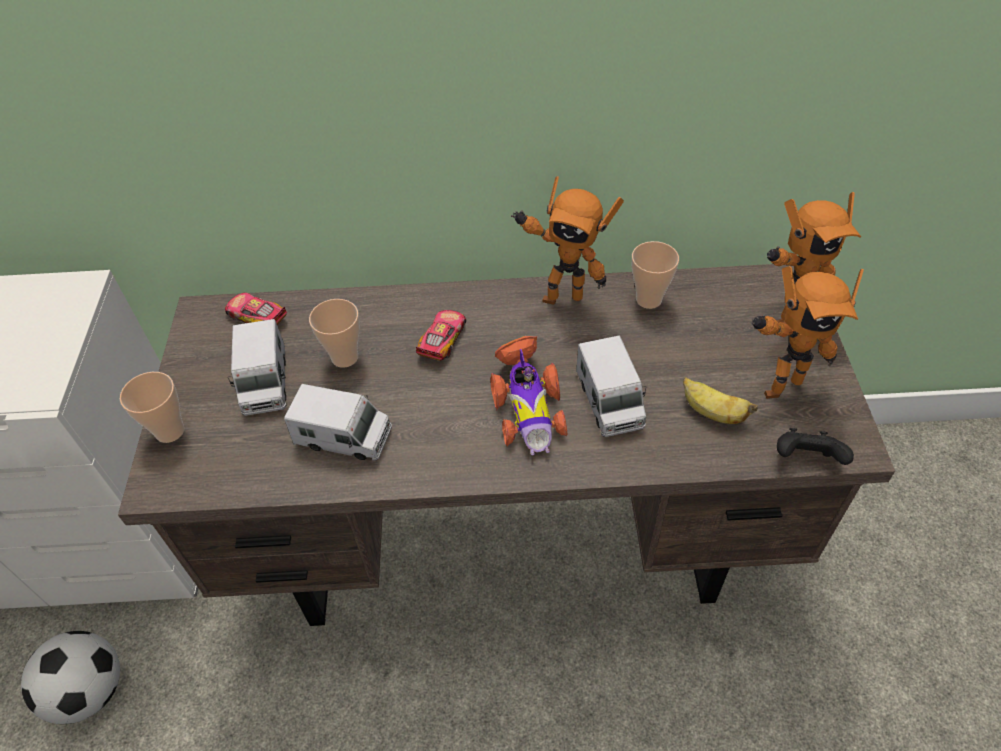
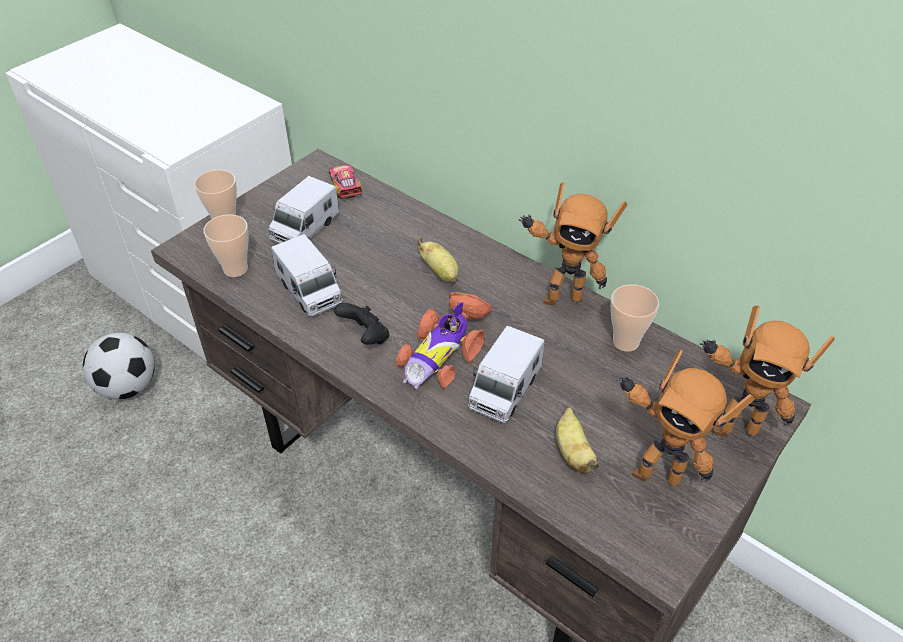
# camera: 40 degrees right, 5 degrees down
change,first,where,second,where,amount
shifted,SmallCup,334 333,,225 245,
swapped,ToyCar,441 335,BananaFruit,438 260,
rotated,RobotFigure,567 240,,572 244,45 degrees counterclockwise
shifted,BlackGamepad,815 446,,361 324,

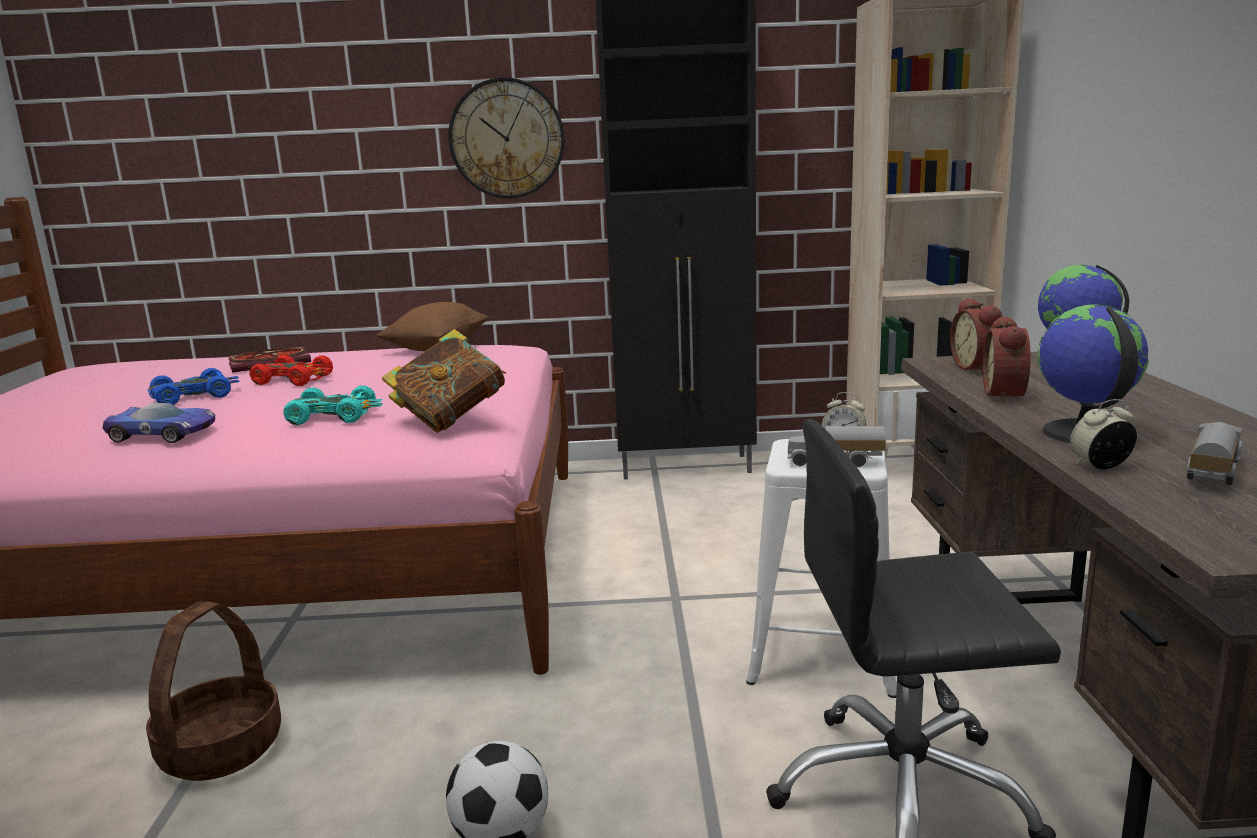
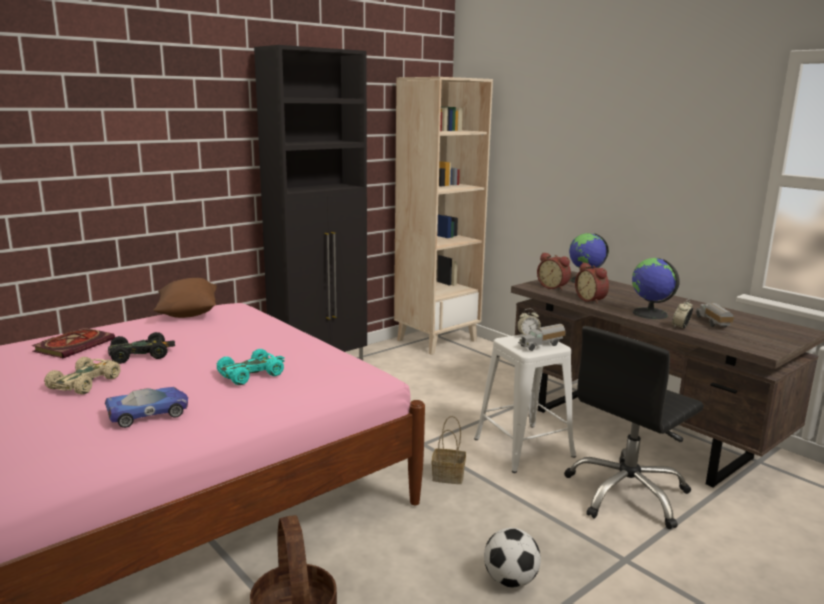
# camera: 40 degrees left, 0 degrees up
change,first,where,second,where,amount
repainted,BlueToyCar,194 386,BeigeColouredToyCar,82 376,
repainted,ReddishToyCar,291 370,BlackToyCar,141 348,
gone,BoundBook,444 381,,,
gone,ClockOnTheWall,506 137,,,
new,,,StorageBasket,449 450,

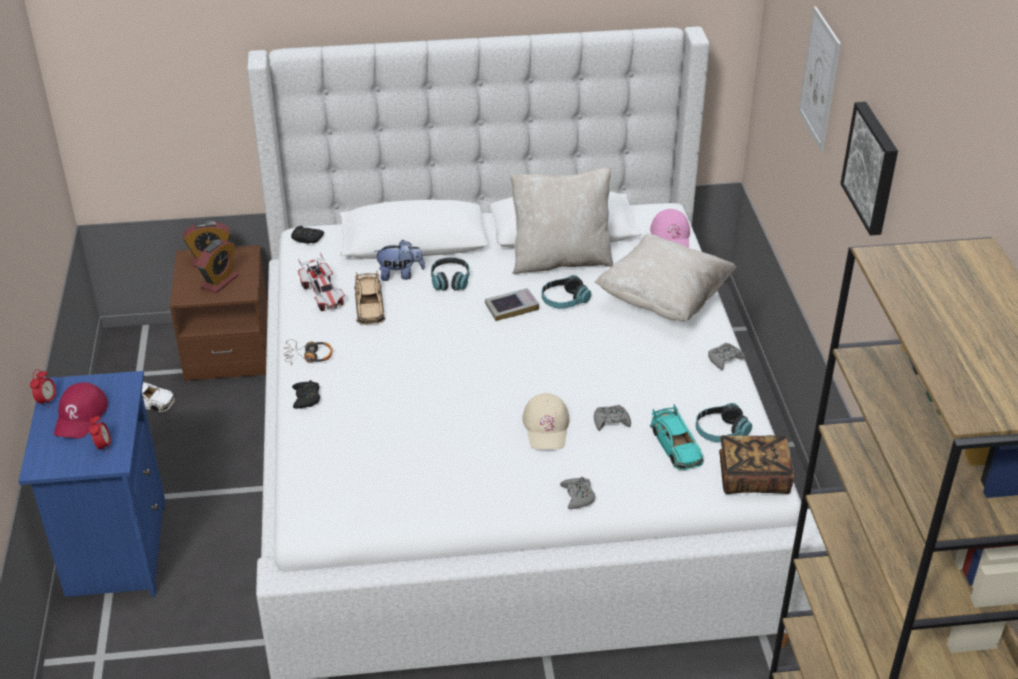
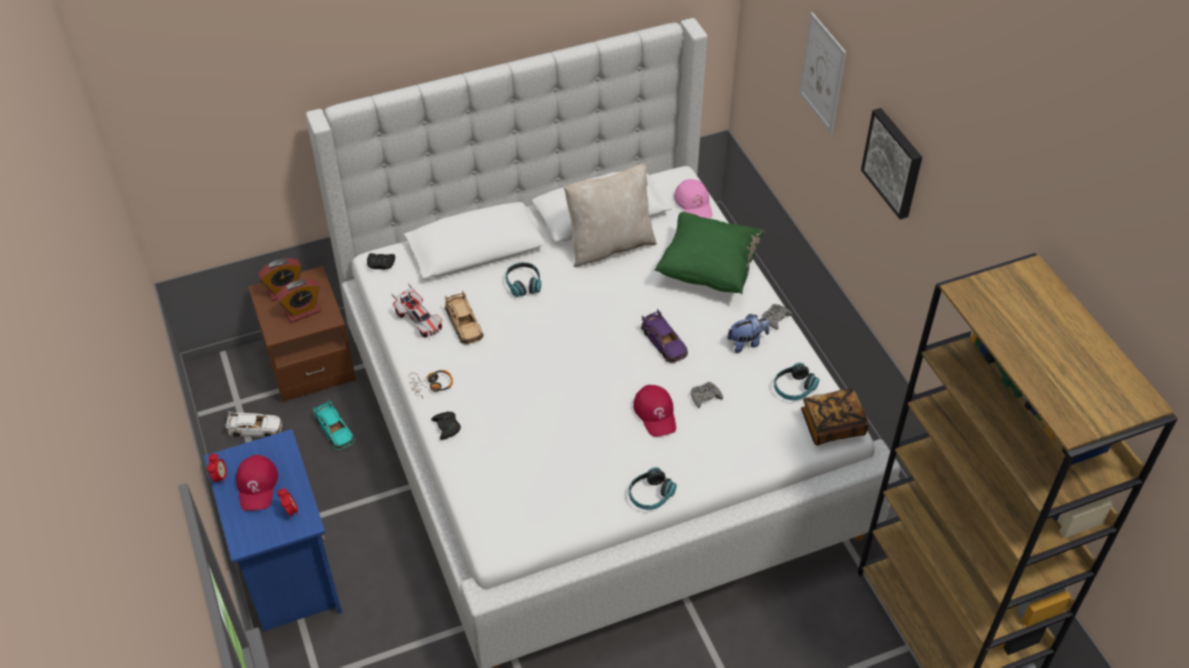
# camera: 15 degrees left, 10 degrees up
change,first,where,second,where,amount
rotated,AlarmClock,217 266,,298 301,45 degrees clockwise
shifted,SoftToy,400 260,,748 333,
gone,BoundBook,512 304,,,
repainted,BeigeColouredCap,546 421,ReddishCap,654 411,
shifted,Headphones,566 291,,653 488,
gone,GrayGamepad,577 493,,,
repainted,BeigeColouredPillow,665 278,GreenishPillow,709 253,
shifted,TurquoiseToyCar,677 437,,334 424,
new,,,PurplishToyCar,664 336,

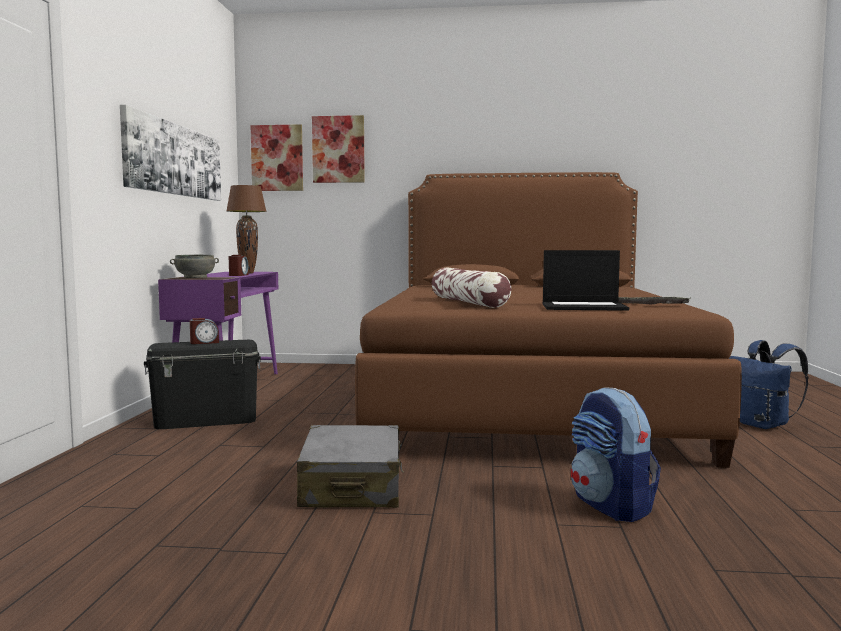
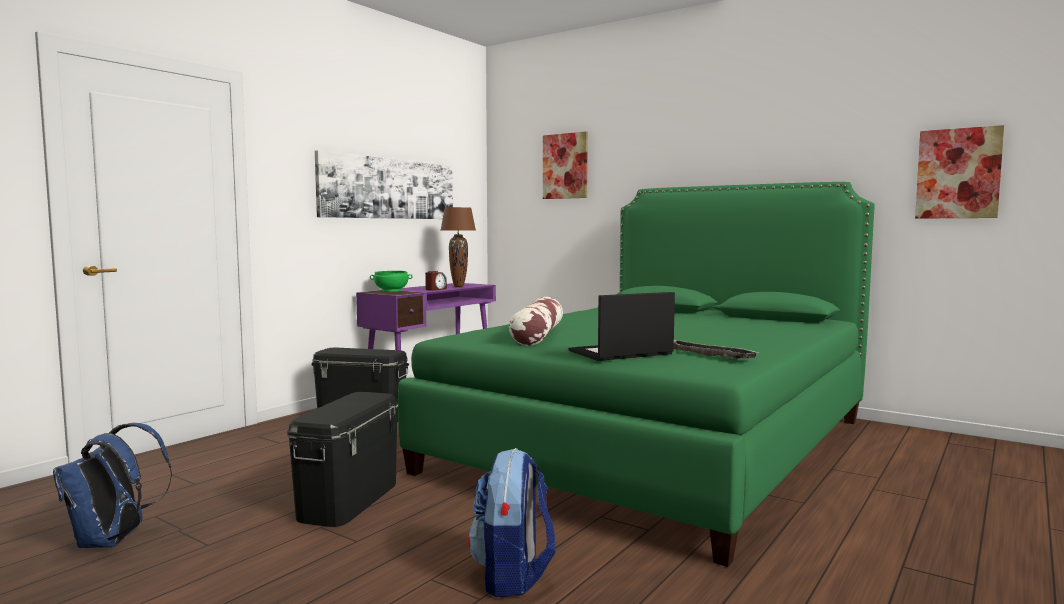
# camera: 30 degrees right, 0 degrees up
change,first,where,second,where,amount
repainted,GrayServingBowl,194 266,GreenishServingBowl,391 281,
gone,AlarmClock,204 331,,,
shifted,WallPicture,277 157,,959 172,
swapped,GrayPieceOfLuggage,350 466,BlackStorageBox,342 459,
repainted,BrownishBed,548 320,GreenishBed,636 374,
rotated,Laptop,585 280,,622 326,120 degrees clockwise
shifted,BlueRucksack,769 384,,112 485,

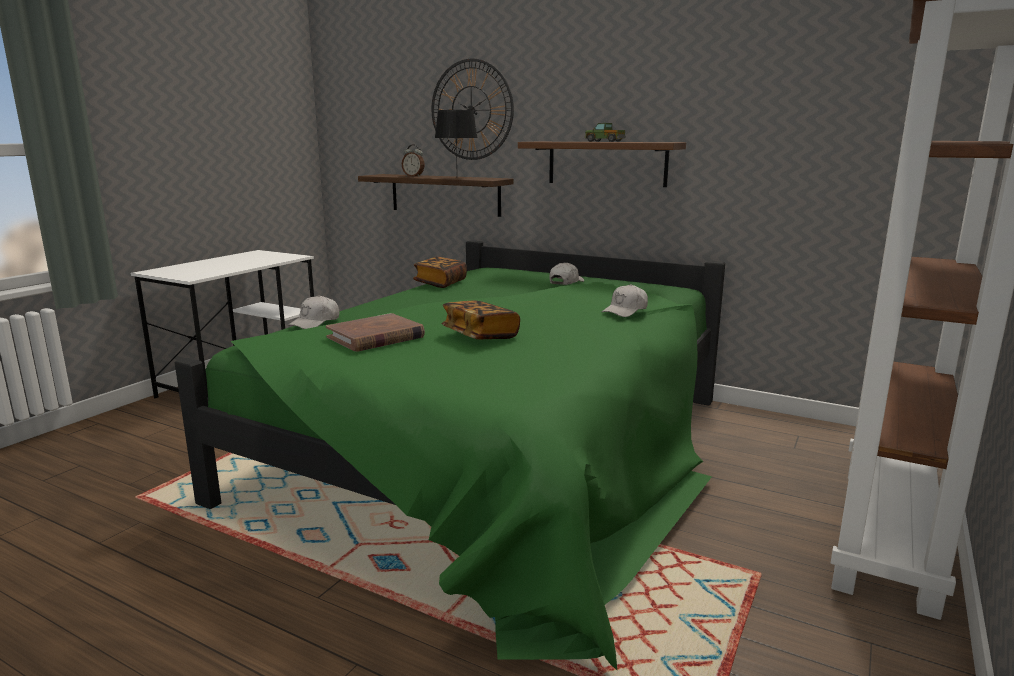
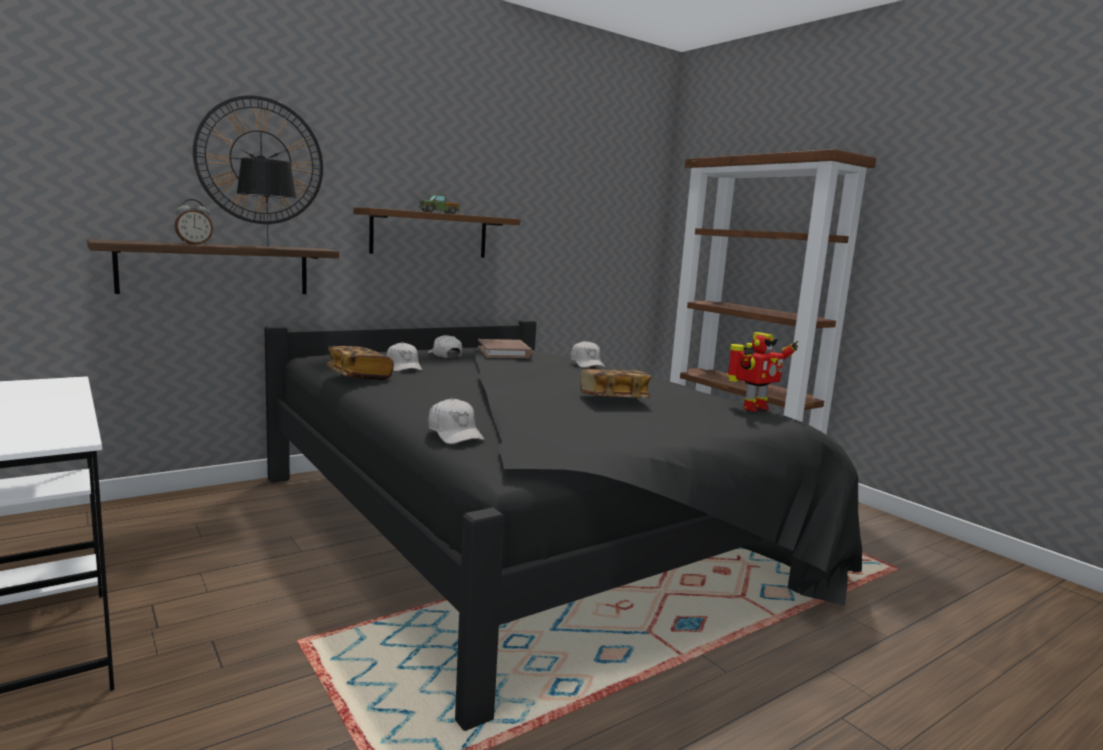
# camera: 65 degrees left, 5 degrees down
change,first,where,second,where,amount
repainted,GreenishBed,450 455,BlackBed,563 525,
shifted,BrownishBoundBook,375 332,,505 348,
new,,,WhiteColouredCap,404 357,
new,,,RobotFigure,763 372,

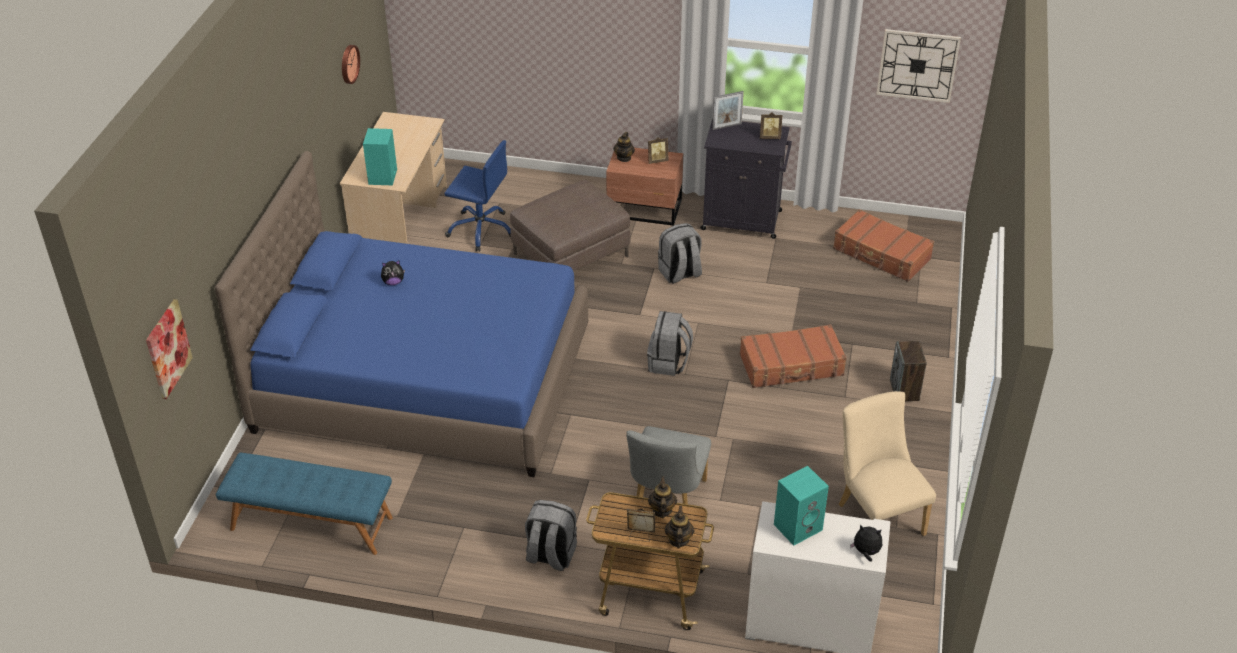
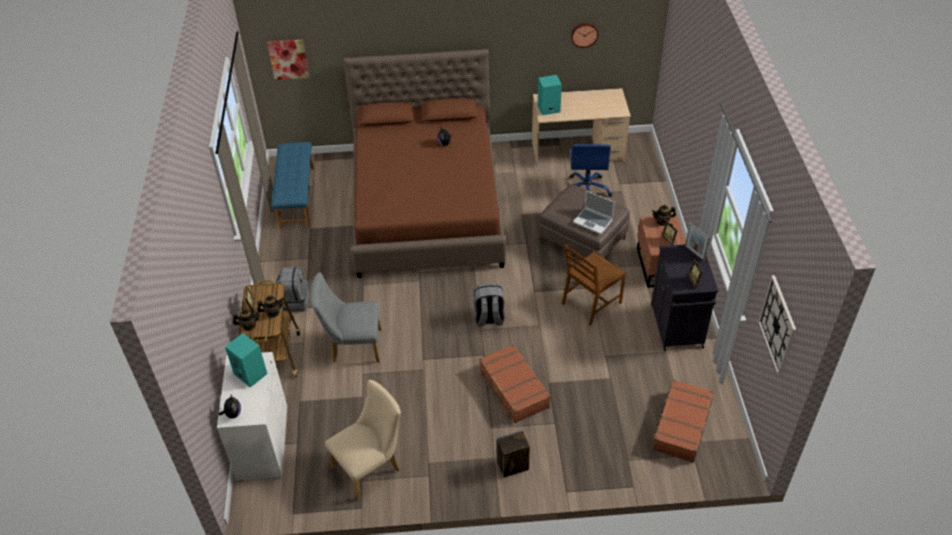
# camera: 75 degrees right, 5 degrees up
change,first,where,second,where,amount
repainted,BlueBed,401 314,BrownishBed,424 163,
swapped,GrayRucksack,680 253,BrownishUprightChair,594 285,
new,,,Laptop,594 212,

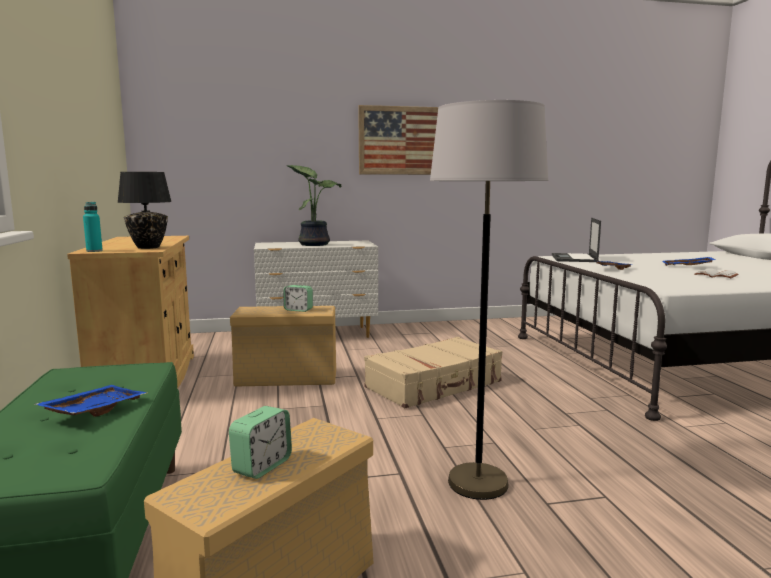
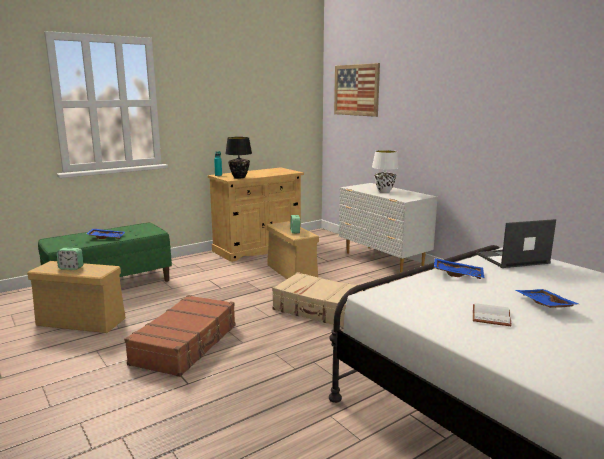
# camera: 65 degrees right, 5 degrees up
change,first,where,second,where,amount
swapped,Houseplant,314 205,WhiteColouredTabletopLamp,385 171,
shifted,WallPicture,398 140,,357 90,
swapped,GrayFloorLamp,489 300,BrownishPieceOfLuggage,179 336,

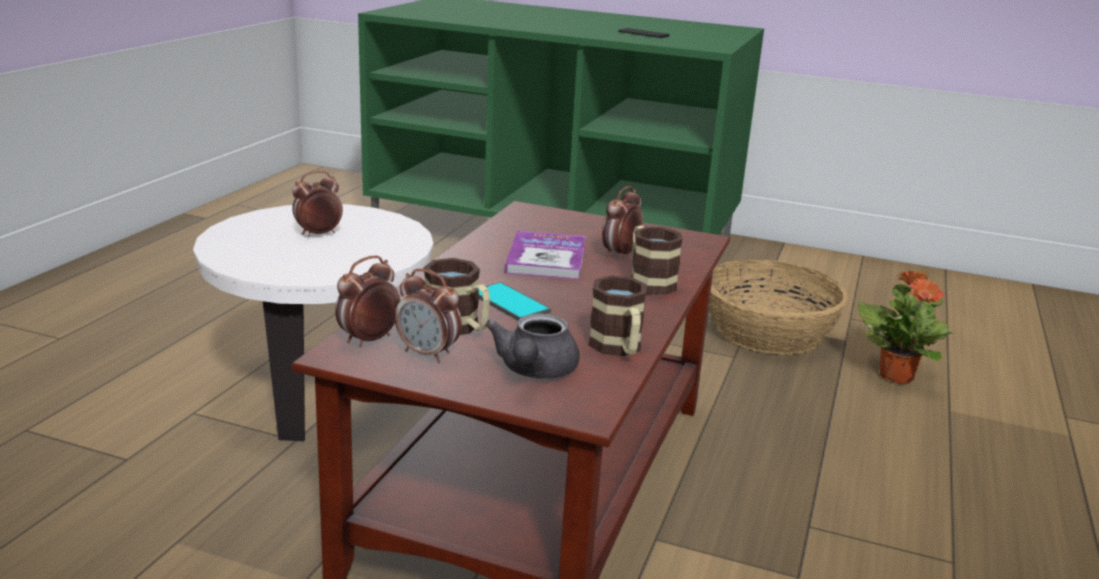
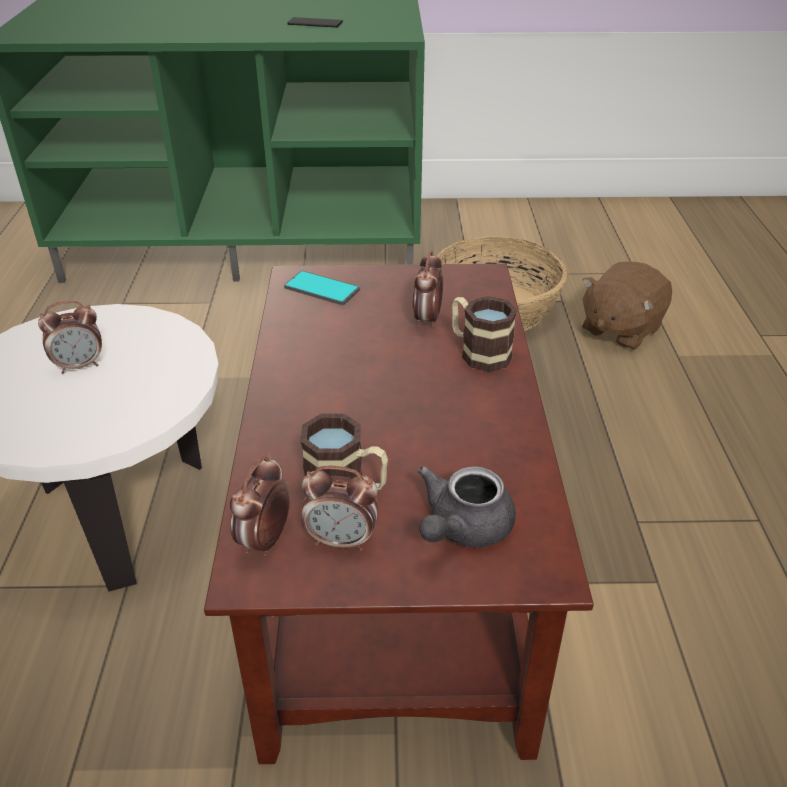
# camera: 20 degrees left, 15 degrees up
change,first,where,second,where,amount
rotated,AlarmClock,317 204,,70 337,150 degrees counterclockwise
shifted,Phone,515 301,,322 288,
rotated,GrayPotForTea,532 346,,466 506,45 degrees clockwise
gone,BoundBook,545 255,,,
gone,Mug,618 315,,,
swapped,Houseplant,905 327,BrownishSoftToy,627 306,

